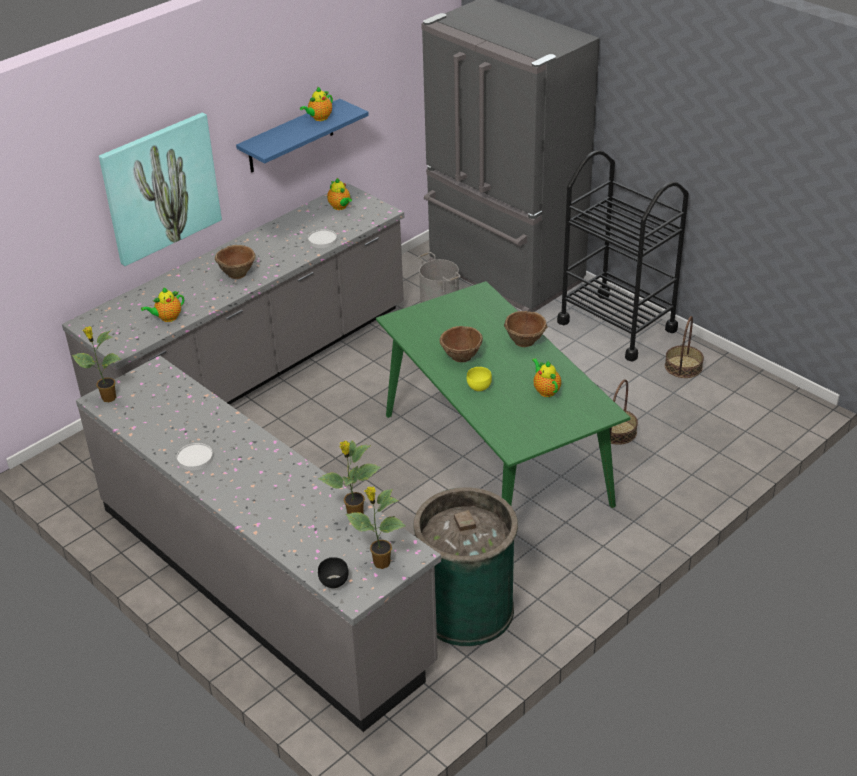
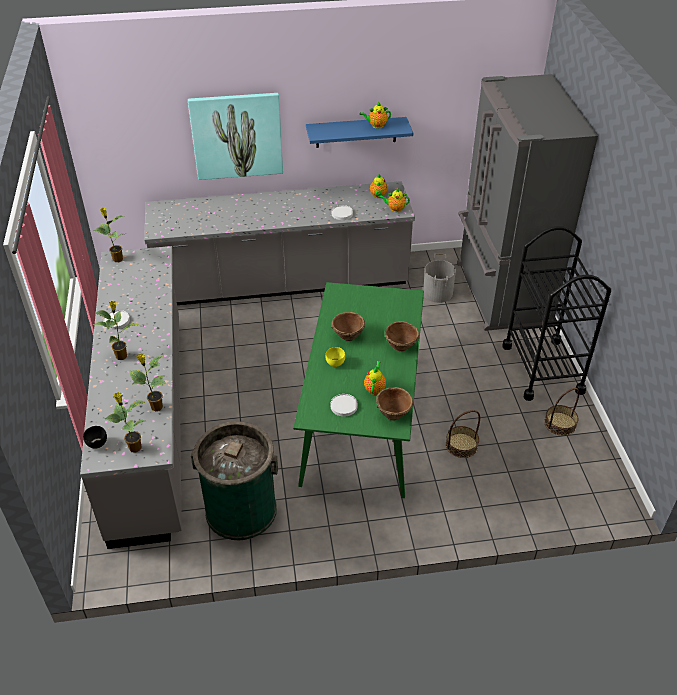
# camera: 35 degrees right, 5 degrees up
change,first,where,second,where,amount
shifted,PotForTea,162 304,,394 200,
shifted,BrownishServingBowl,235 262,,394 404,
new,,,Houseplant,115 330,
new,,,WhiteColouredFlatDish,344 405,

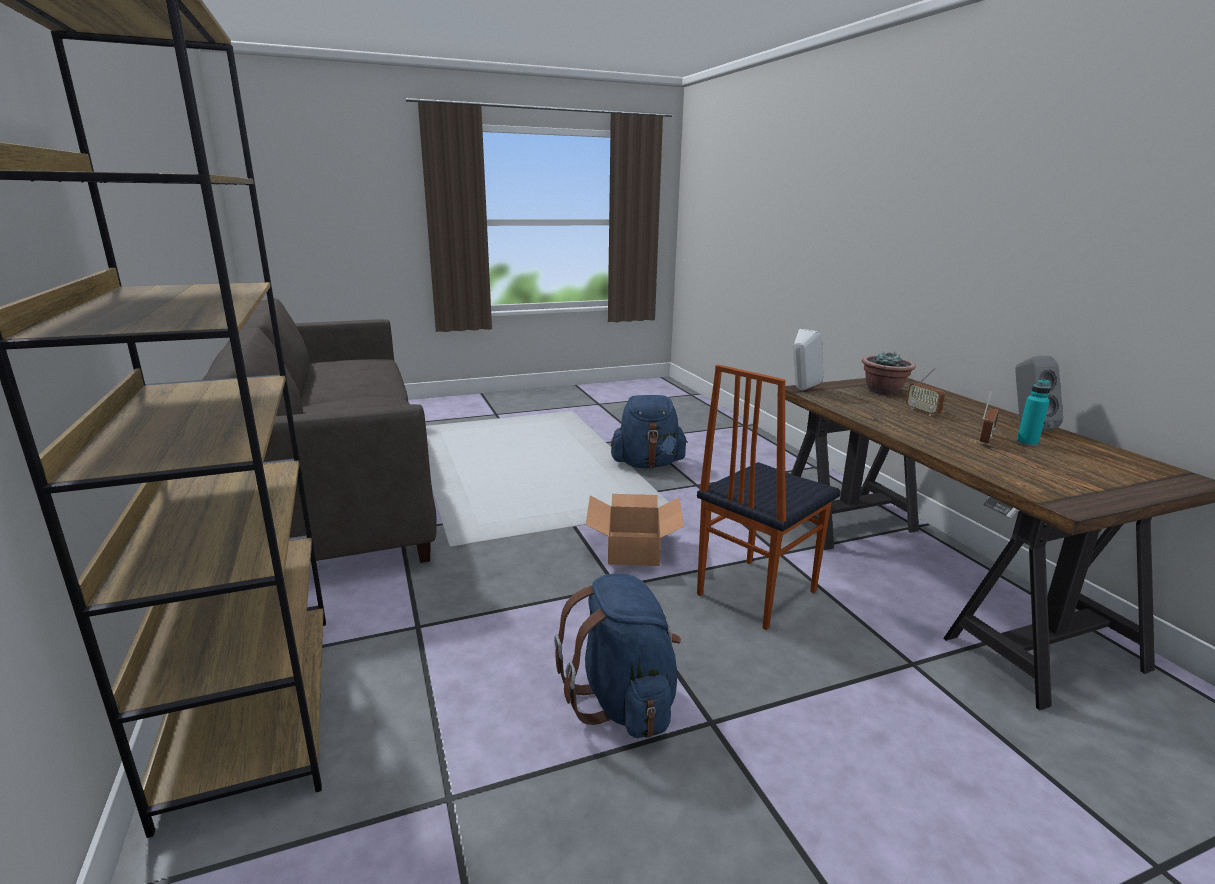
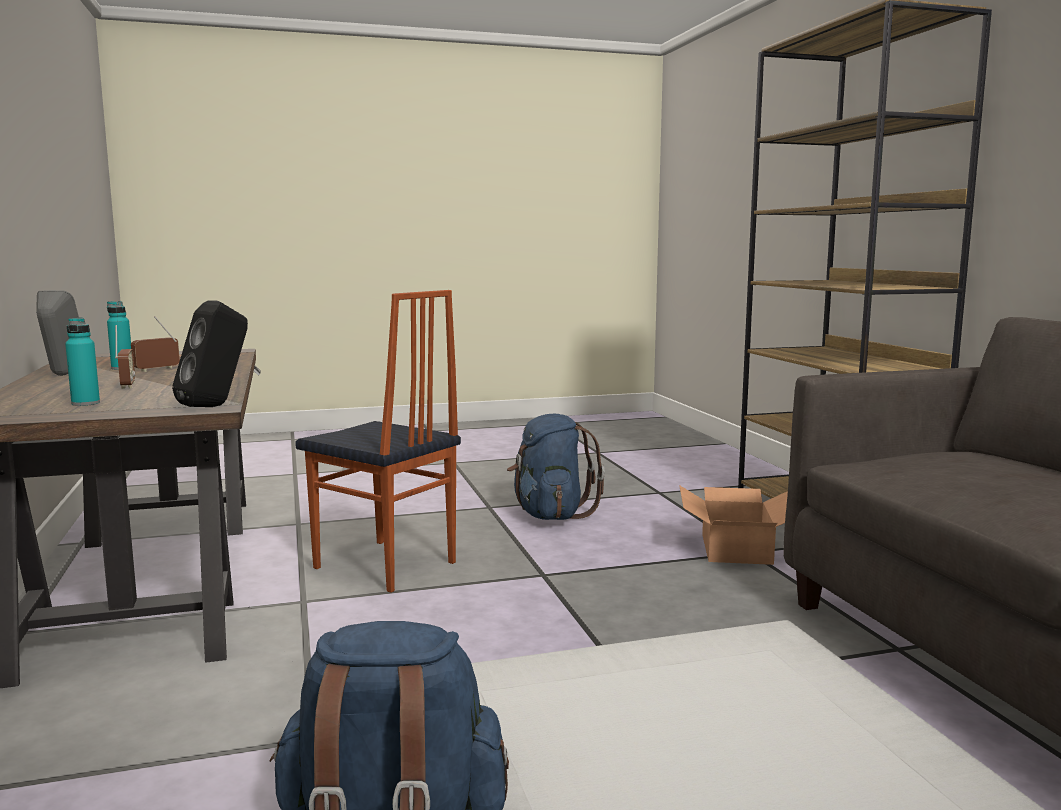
# camera: 175 degrees left, 10 degrees down
change,first,where,second,where,amount
shifted,CardboardBox,635 530,,733 525,
rotated,UprightChair,769 497,,378 441,75 degrees clockwise
repainted,WhiteColouredSpeaker,808 360,BlackSpeaker,210 353,
swapped,Houseplant,889 373,TurquoiseBeverageBottle,82 361,

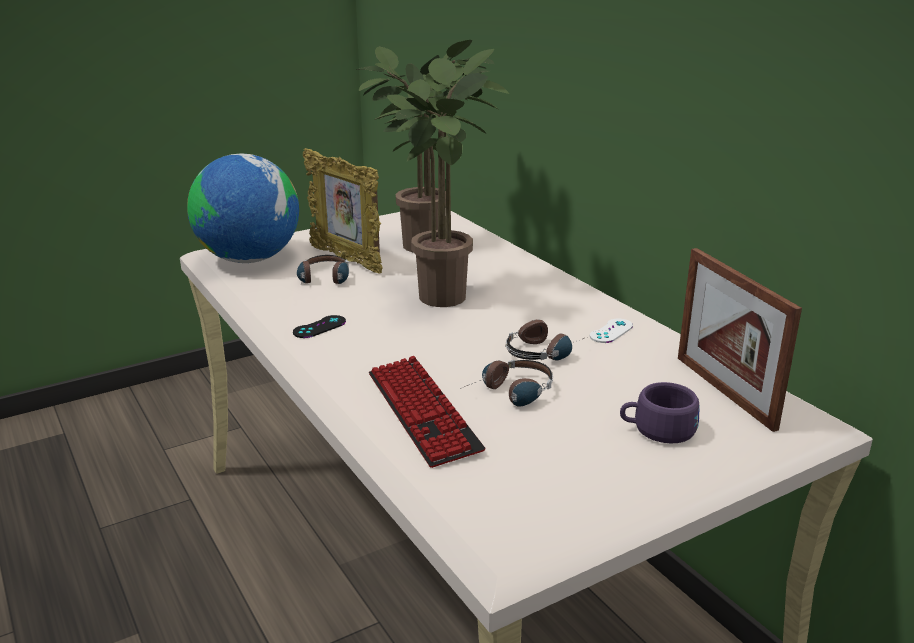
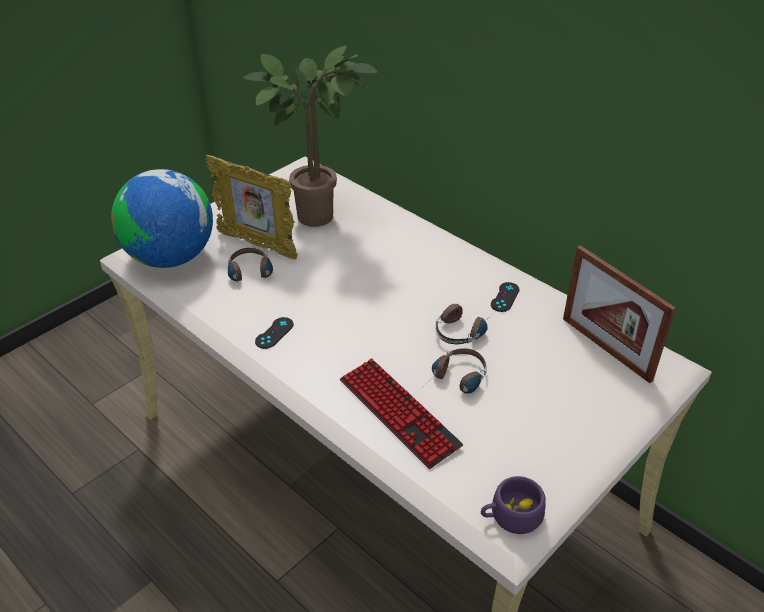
# camera: 15 degrees left, 15 degrees up
change,first,where,second,where,amount
gone,Houseplant,442 178,,,
repainted,WhiteColouredGamepad,611 331,BlackGamepad,505 297,
shifted,PurplishSmallCup,659 412,,513 505,

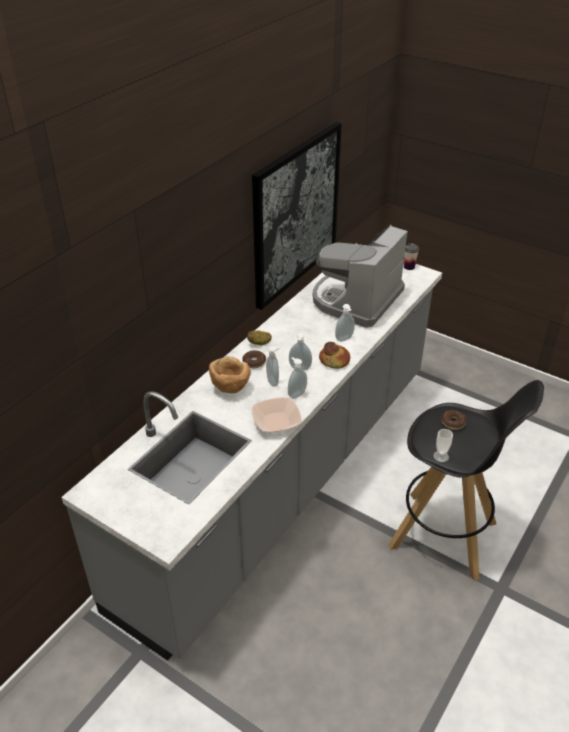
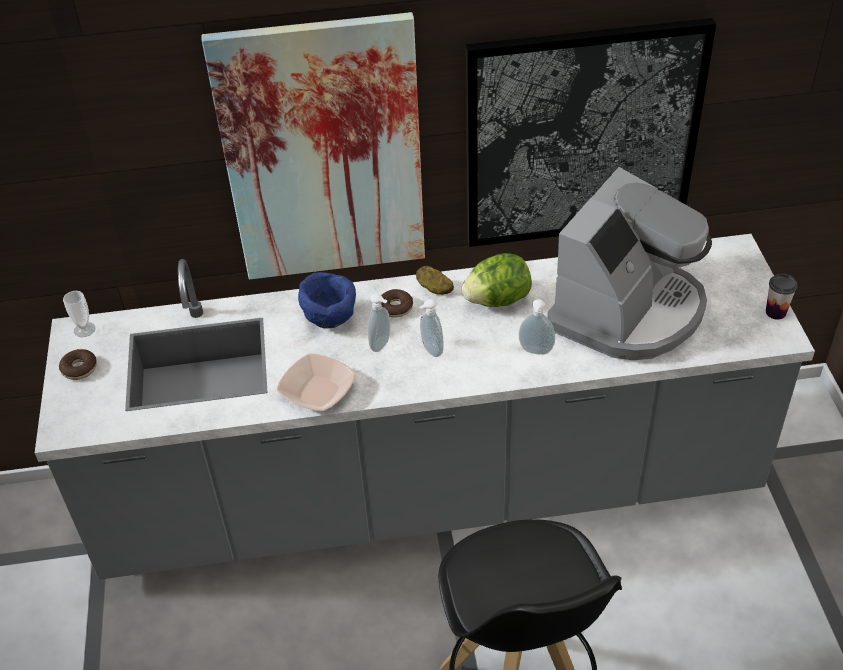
# camera: 50 degrees right, 5 degrees up
change,first,where,second,where,amount
repainted,BrownishServingBowl,230 374,BlueServingBowl,327 300,
gone,SoapDispenser,297 378,,,
rotated,CoffeeMaker,360 276,,630 263,135 degrees clockwise
gone,Bread,334 355,,,
shifted,SmallCup,443 445,,79 314,
shifted,Doughnut,453 420,,78 364,
new,,,WallPicture,313 145,
new,,,HeadOfLettuce,497 280,

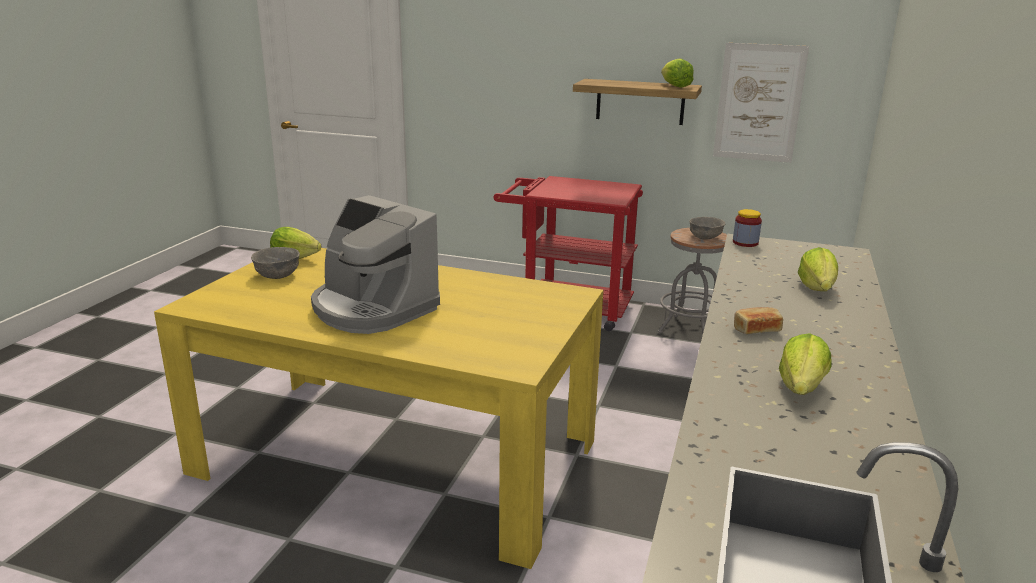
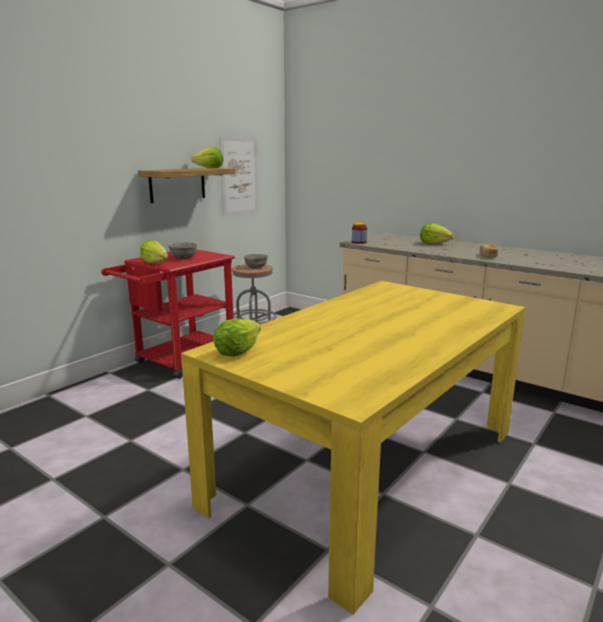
# camera: 70 degrees left, 5 degrees down
change,first,where,second,where,amount
shifted,GrayServingBowl,275 263,,182 250,
gone,CoffeeMaker,375 264,,,
shifted,HeadOfLettuce,805 364,,154 252,

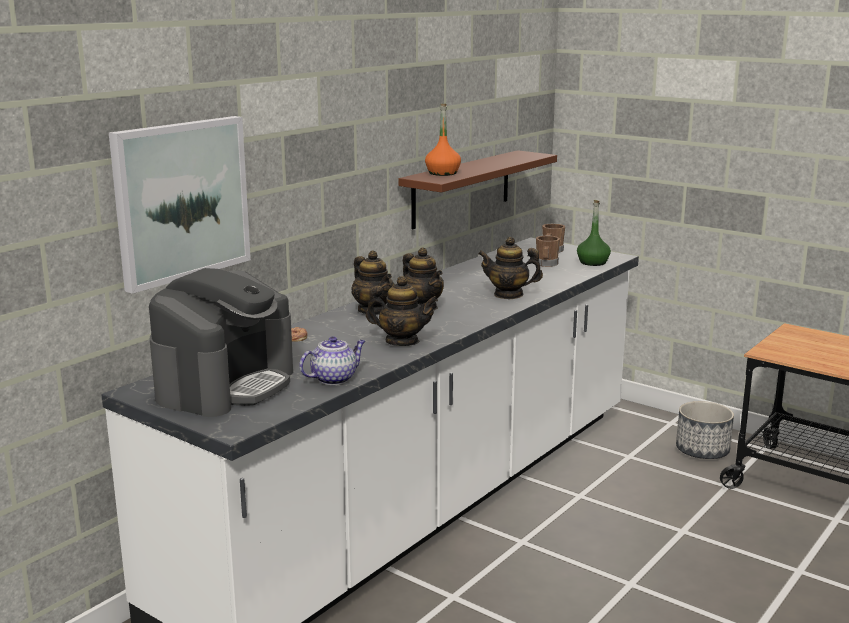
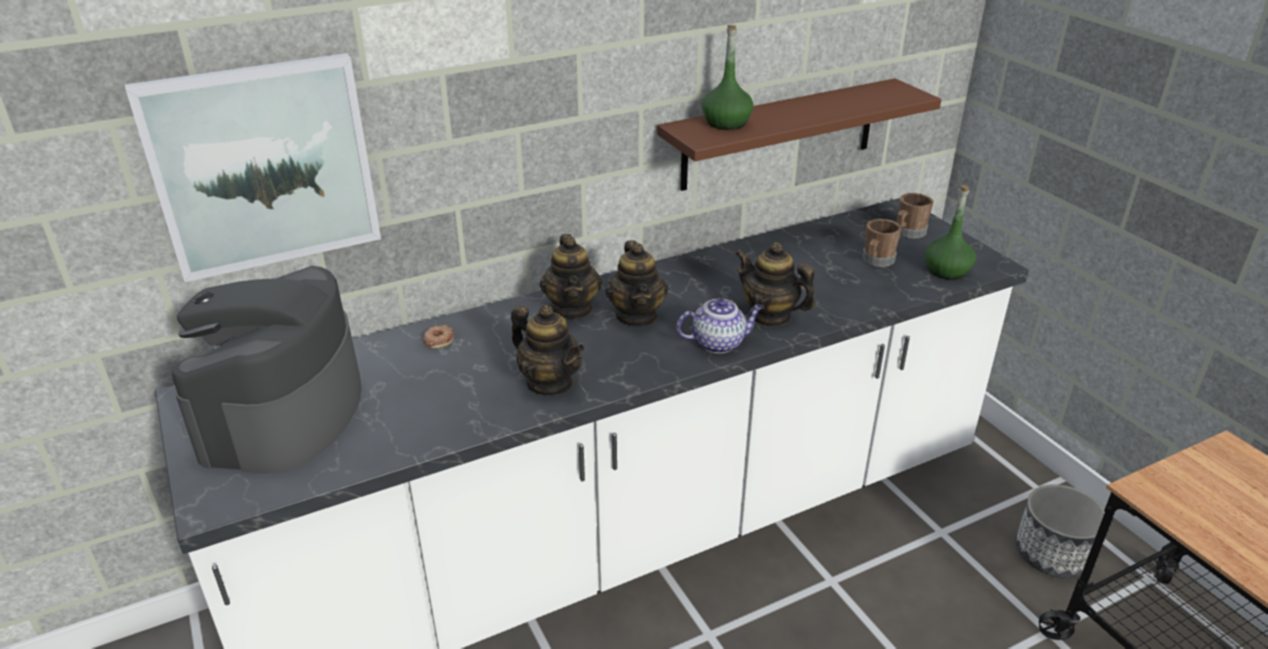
# camera: 25 degrees right, 15 degrees up
change,first,where,second,where,amount
rotated,CoffeeMaker,221 342,,266 370,135 degrees clockwise
shifted,PotForTea,332 360,,720 326,
repainted,OrangeBeverageBottle,443 140,GreenishBeverageBottle,728 77,

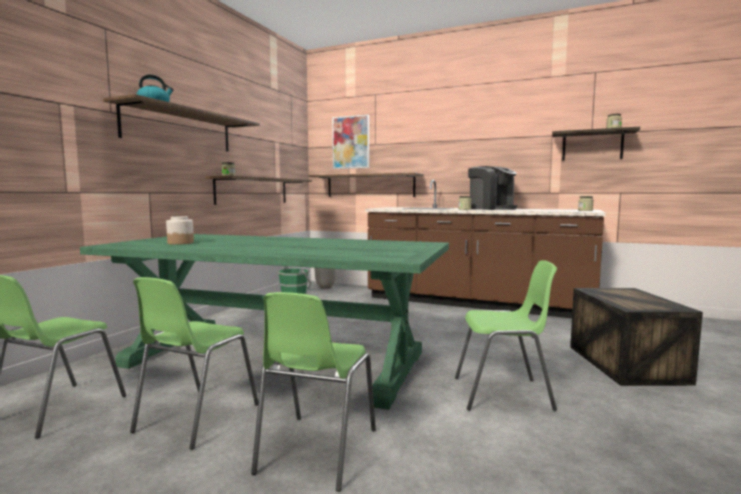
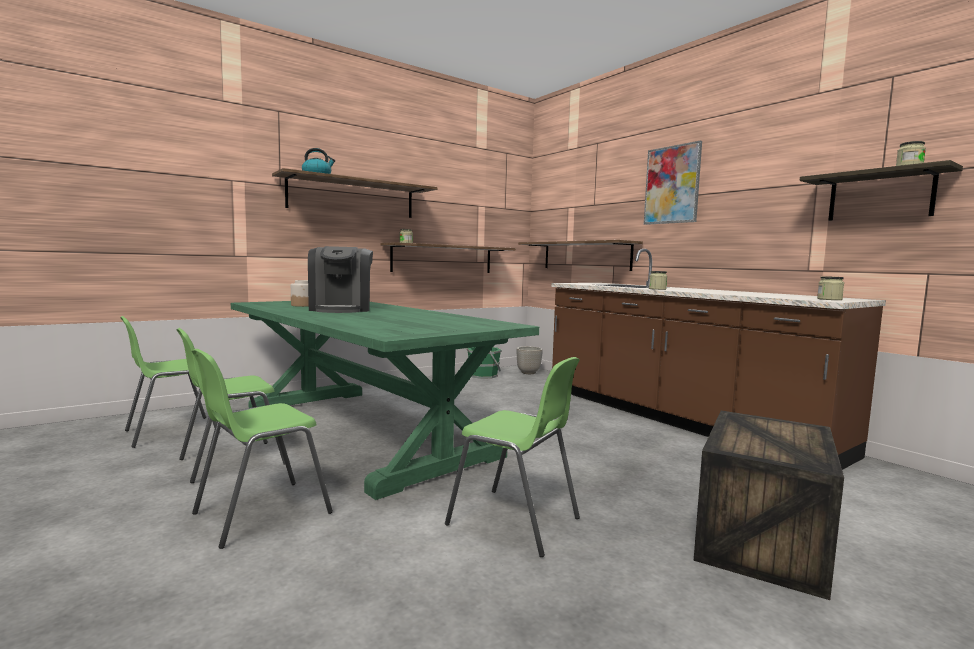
# camera: 30 degrees right, 0 degrees up
change,first,where,second,where,amount
shifted,WallPicture,350 142,,673 183,
shifted,CoffeeMaker,492 188,,340 279,

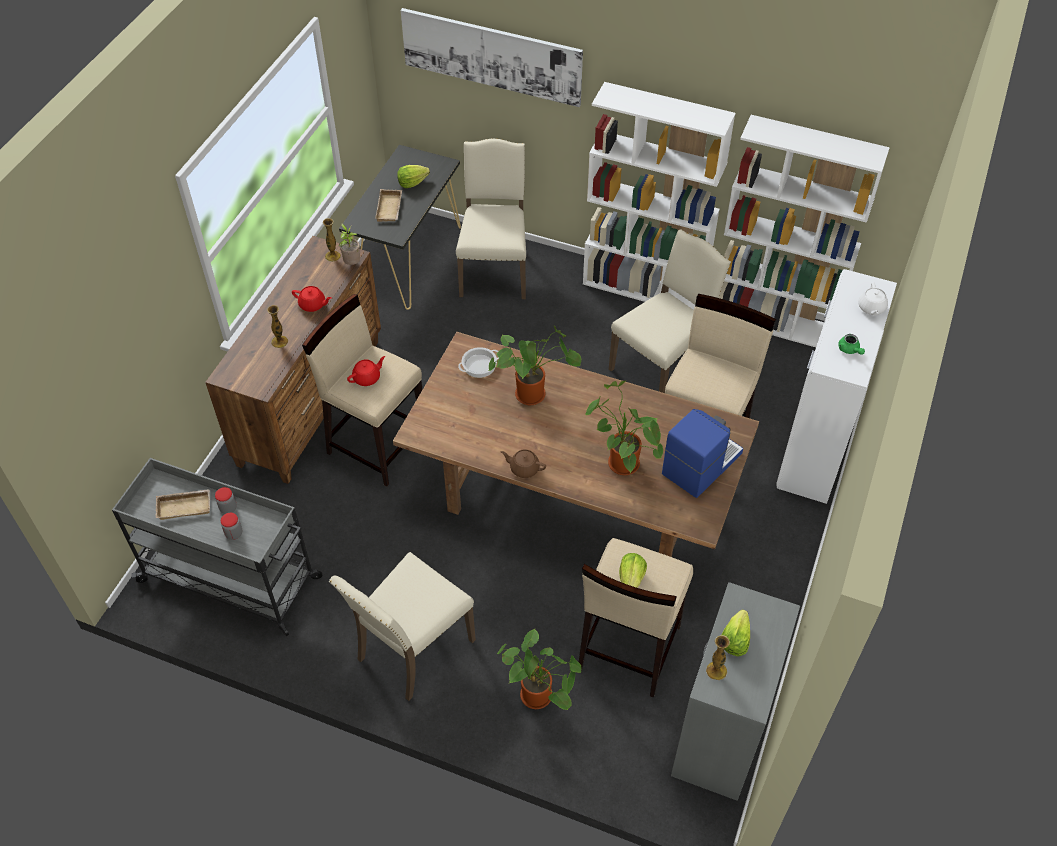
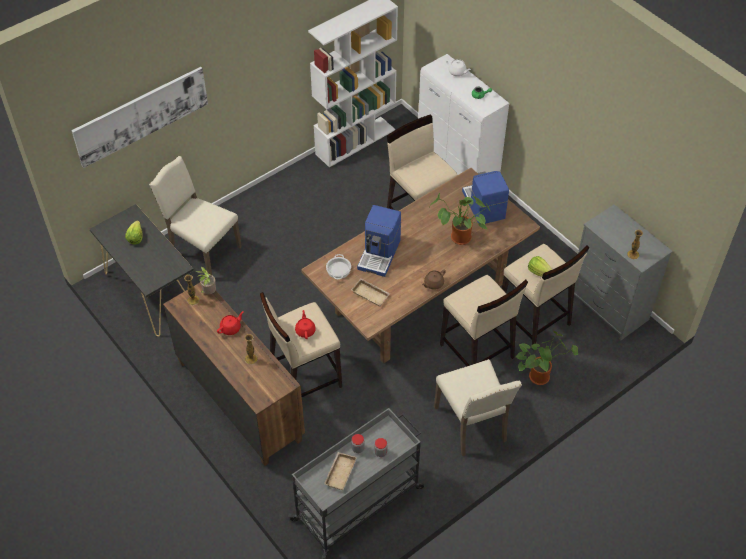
# camera: 60 degrees left, 0 degrees up
change,first,where,second,where,amount
shifted,BeigeColouredServingTray,388 205,,370 293,
swapped,Houseplant,535 365,CoffeeMaker,379 241,
gone,WhiteColouredBookshelf,659 196,,,
gone,BeigeColouredUprightChair,670 311,,,
gone,HeadOfLettuce,735 633,,,
new,,,BeigeColouredSittingStool,484 320,

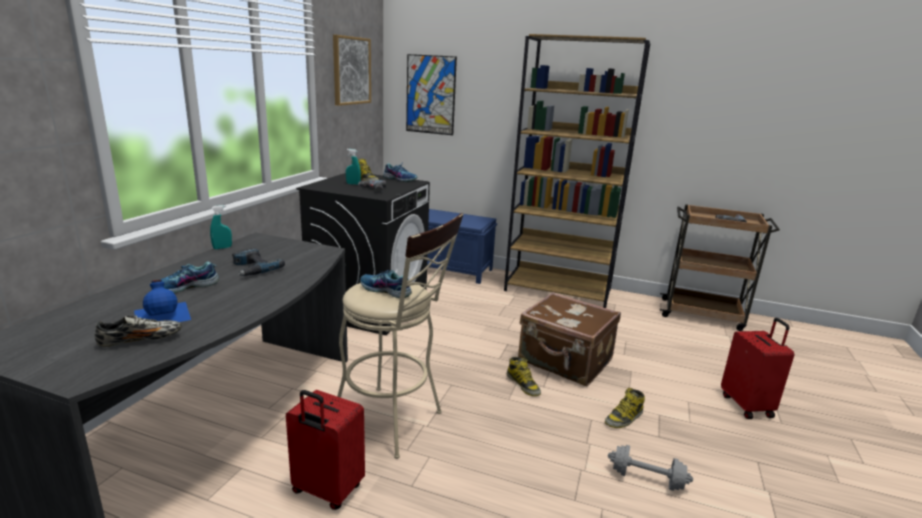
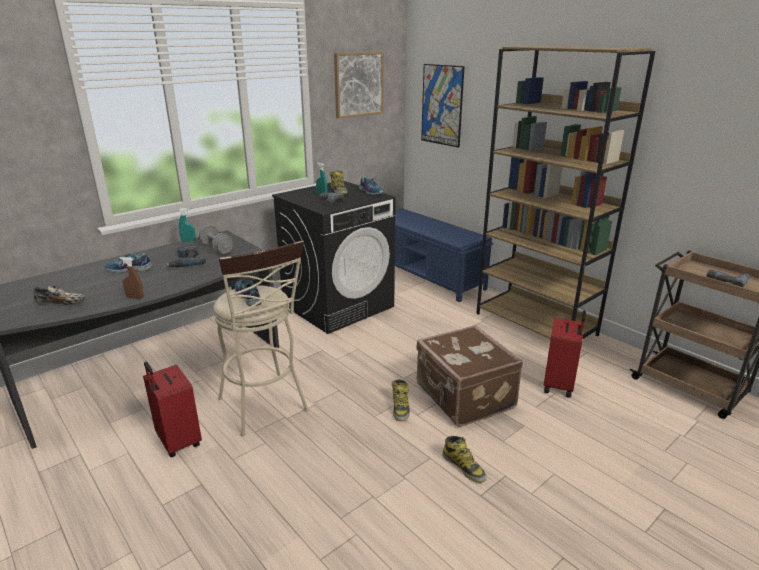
# camera: 30 degrees right, 5 degrees up
change,first,where,second,where,amount
gone,BlueBeverageBottle,162 301,,,
rotated,HighTopBoot,625 408,,464 459,120 degrees counterclockwise
shifted,GrayFreeWeight,650 468,,216 239,
shifted,ReddishPieceOfLuggage,757 368,,565 354,
new,,,BrownishSprayer,131 278,

